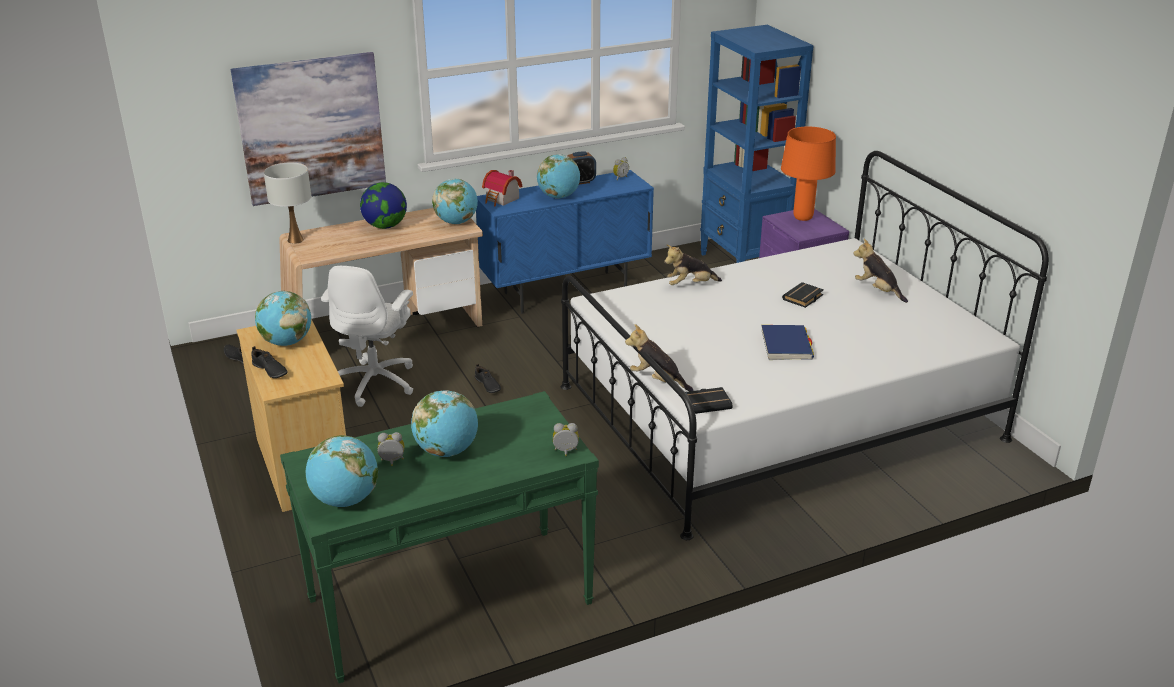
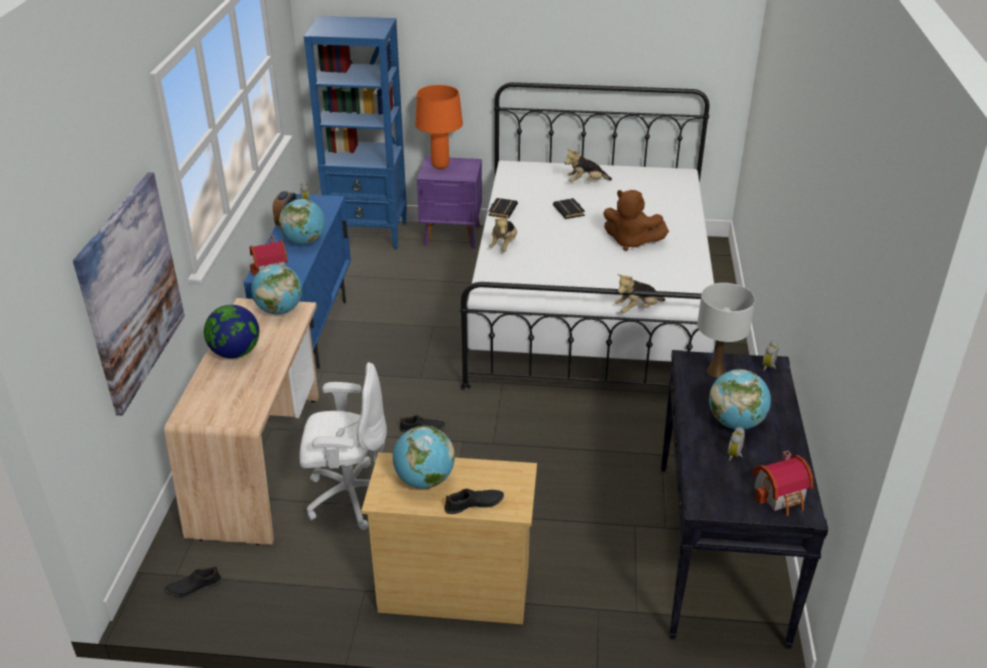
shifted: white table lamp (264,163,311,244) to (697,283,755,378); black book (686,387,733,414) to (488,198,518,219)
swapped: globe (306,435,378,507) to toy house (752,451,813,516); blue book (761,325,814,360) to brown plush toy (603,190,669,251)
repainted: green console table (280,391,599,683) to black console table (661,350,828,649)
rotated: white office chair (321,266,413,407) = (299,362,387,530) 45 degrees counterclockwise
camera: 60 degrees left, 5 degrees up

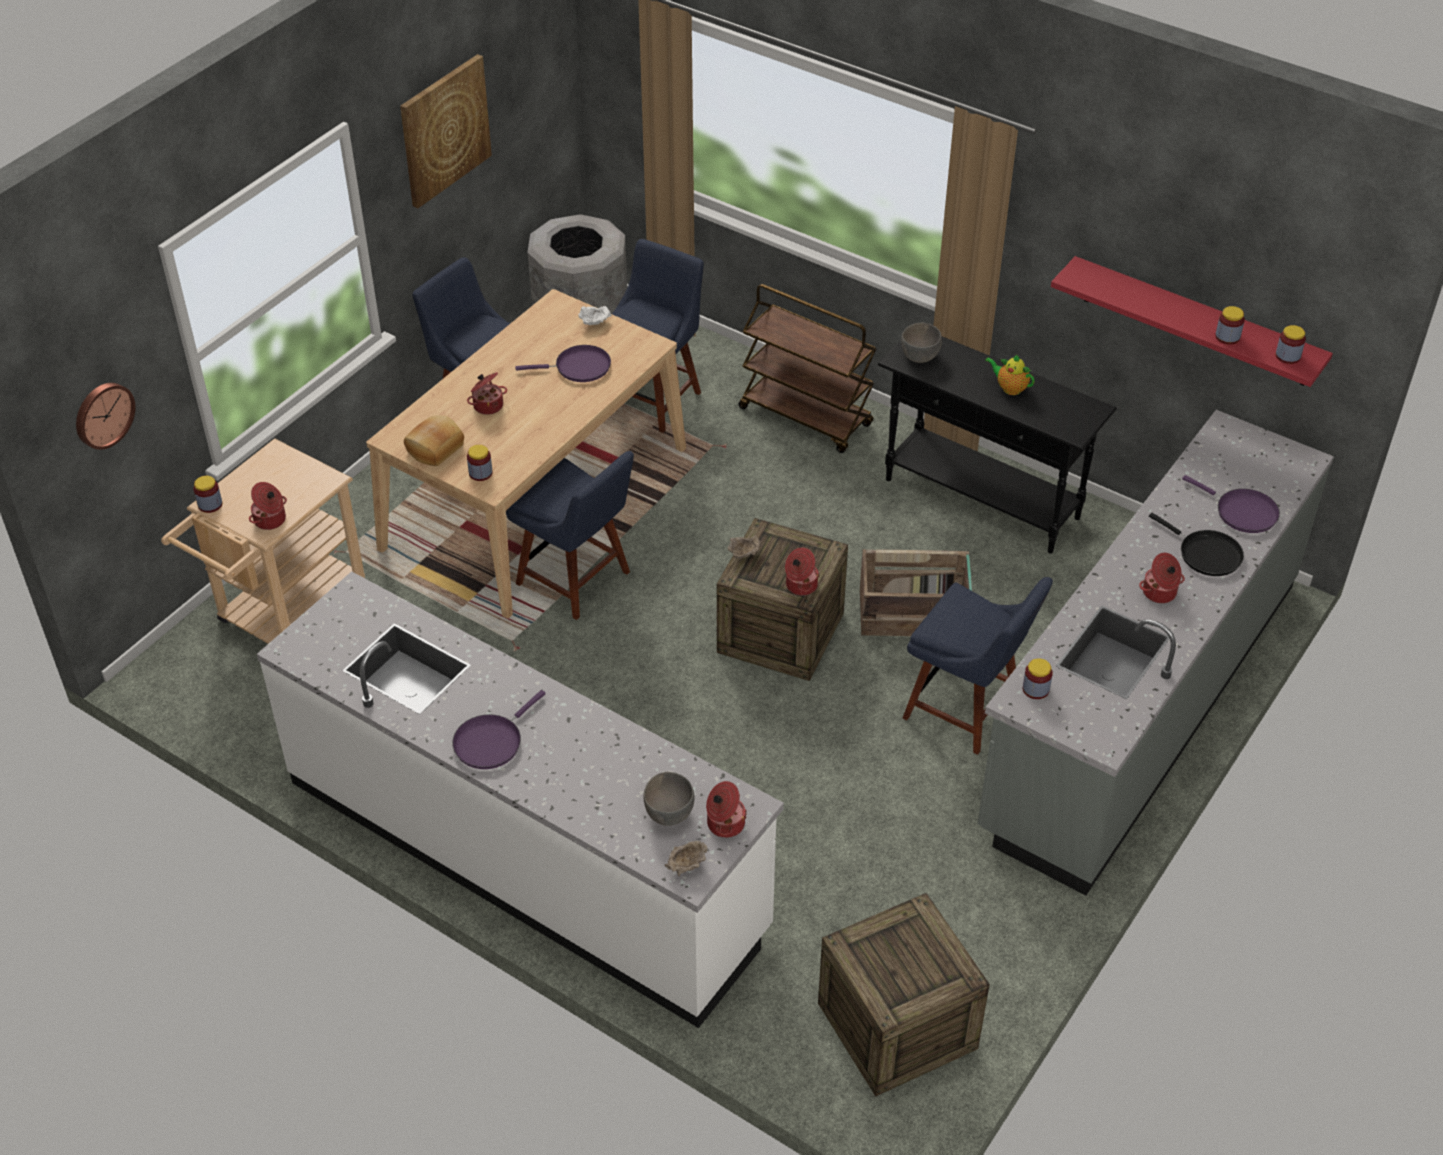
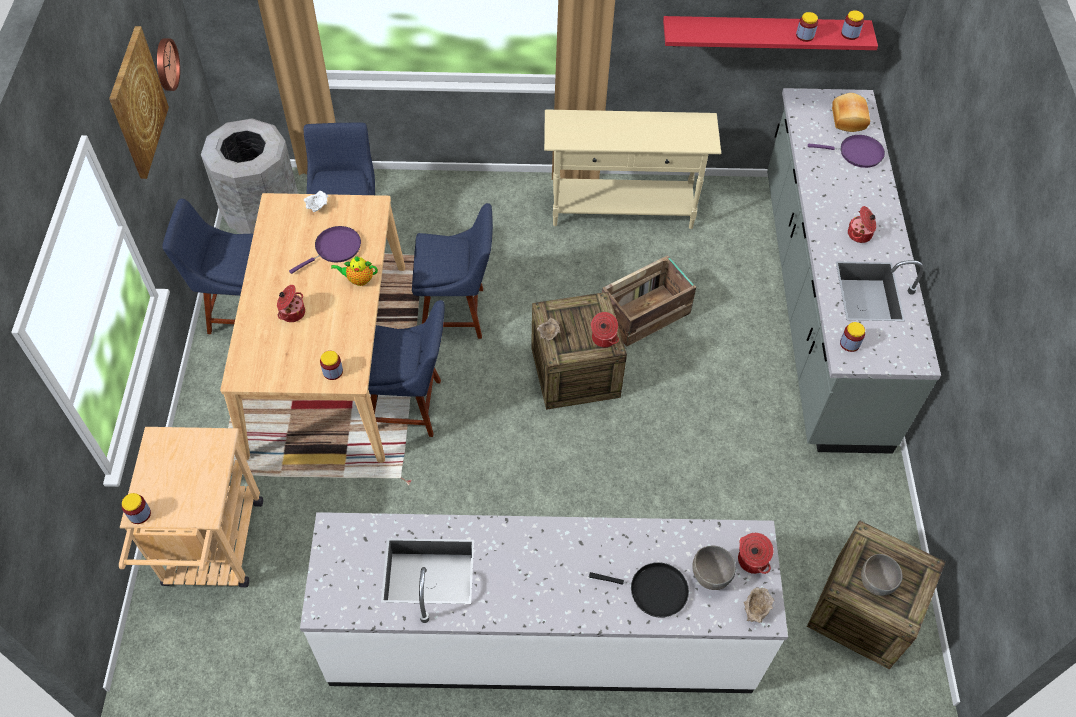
gone: cooking pot (249,482,287,530); purple frying pan (452,690,545,769); brown cart (738,284,877,453)
shifted: wall clock (76,383,135,450) to (157,38,180,91); bread (404,415,464,466) to (832,93,870,132); grey bowl (901,323,942,363) to (861,554,903,596); blue chair (903,577,1053,755) to (412,203,493,339); teapot (985,354,1035,395) to (331,256,378,286); black frying pan (1149,513,1244,576) to (589,562,689,618)
repainted: black console table (878,336,1117,553) to beige console table (544,109,721,229)
camera: 35 degrees left, 10 degrees up

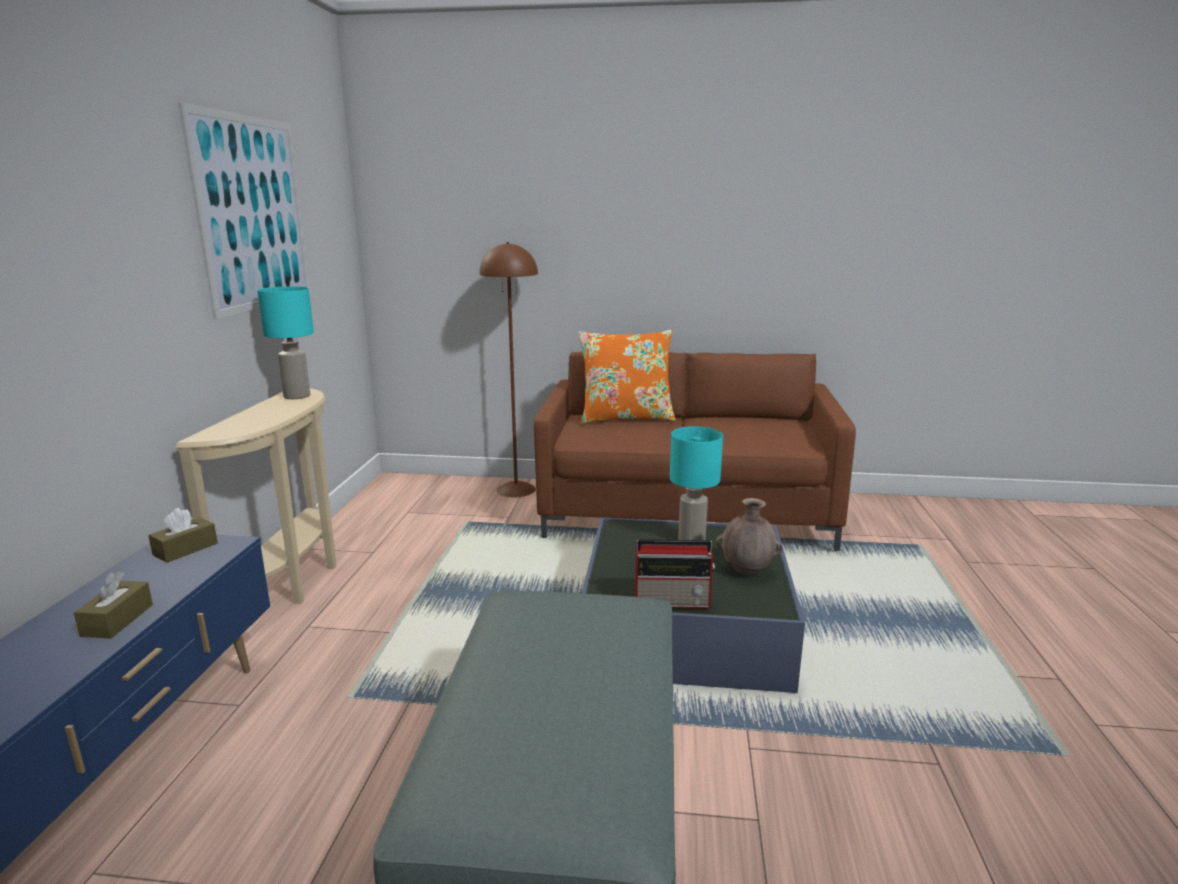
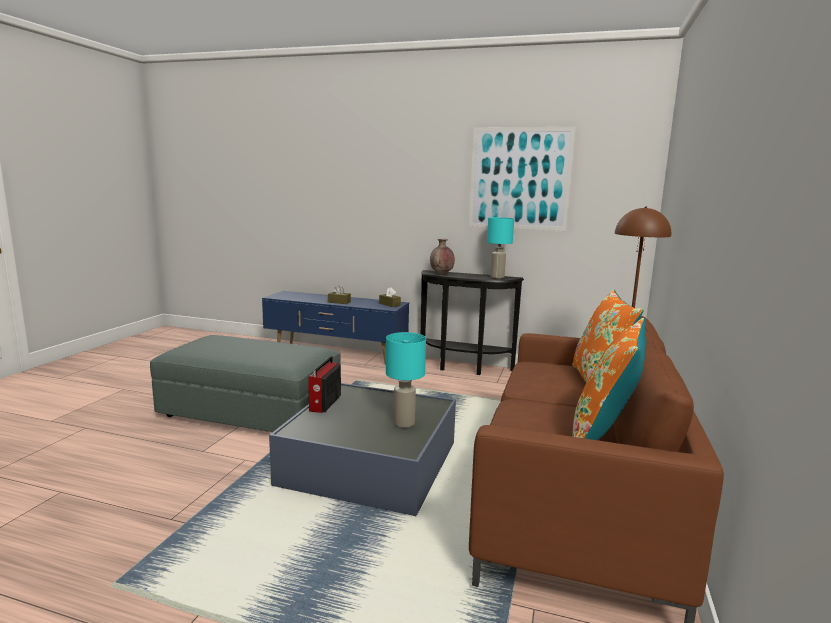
new: orange pillow (572,318,646,440)
shifted: brown vase (716,498,782,575) to (430,239,455,275)
repainted: beige console table (175,388,336,604) to black console table (421,270,524,375)
camera: 100 degrees right, 5 degrees down

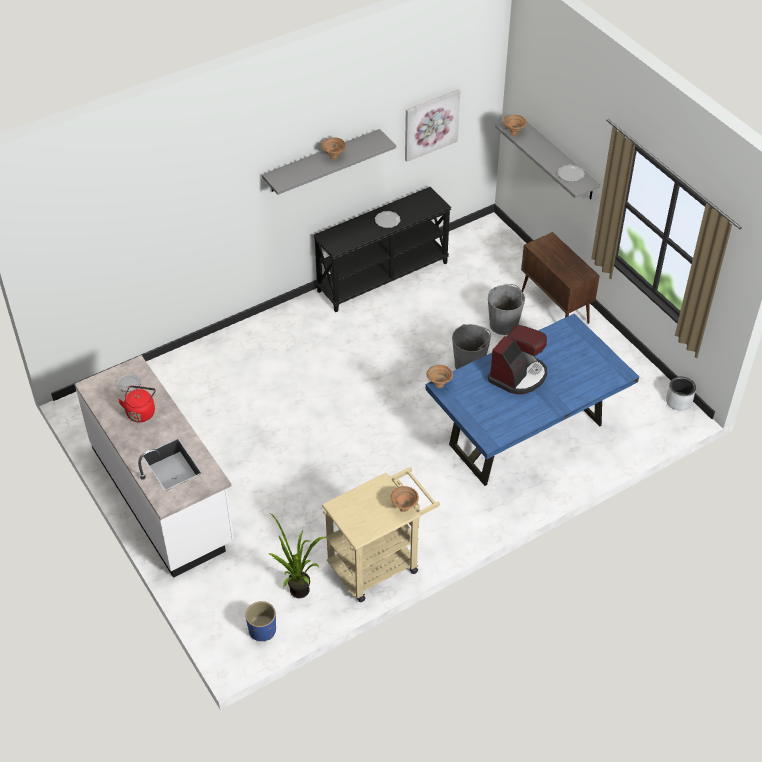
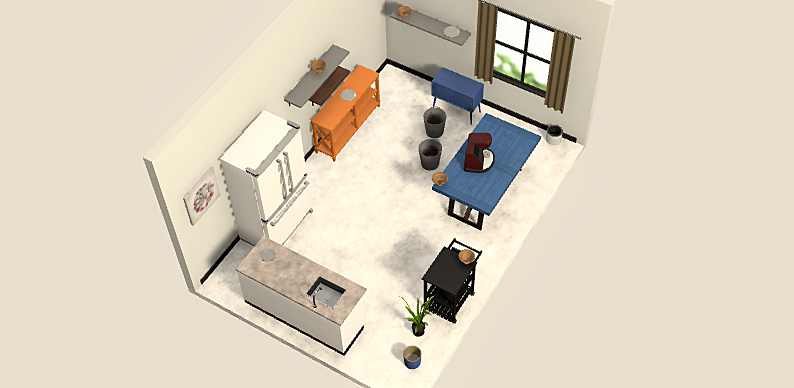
gone: red kettle (118,385,156,422)
new: white fridge (220,110,313,246); shelf (309,66,350,106)
shifted: picture (405,89,460,162) to (183,166,221,226)
repainted: black console table (314,187,451,312) to orange console table (311,65,381,162); beige cart (322,468,440,602) to black cart (421,238,482,324); brown cabinet (521,232,600,324) to blue cabinet (432,67,484,125)
camera: 25 degrees left, 5 degrees up

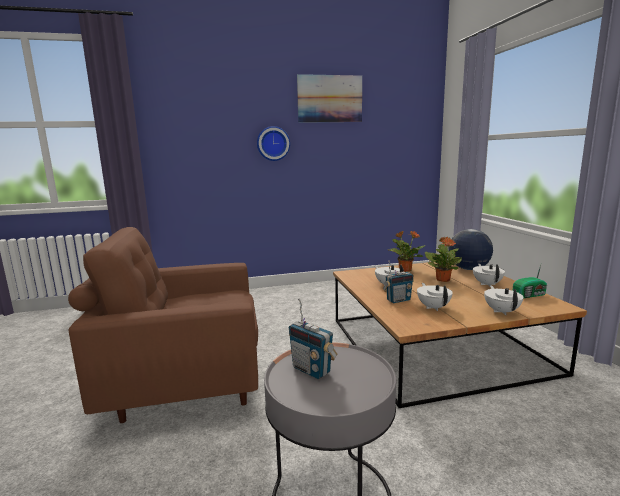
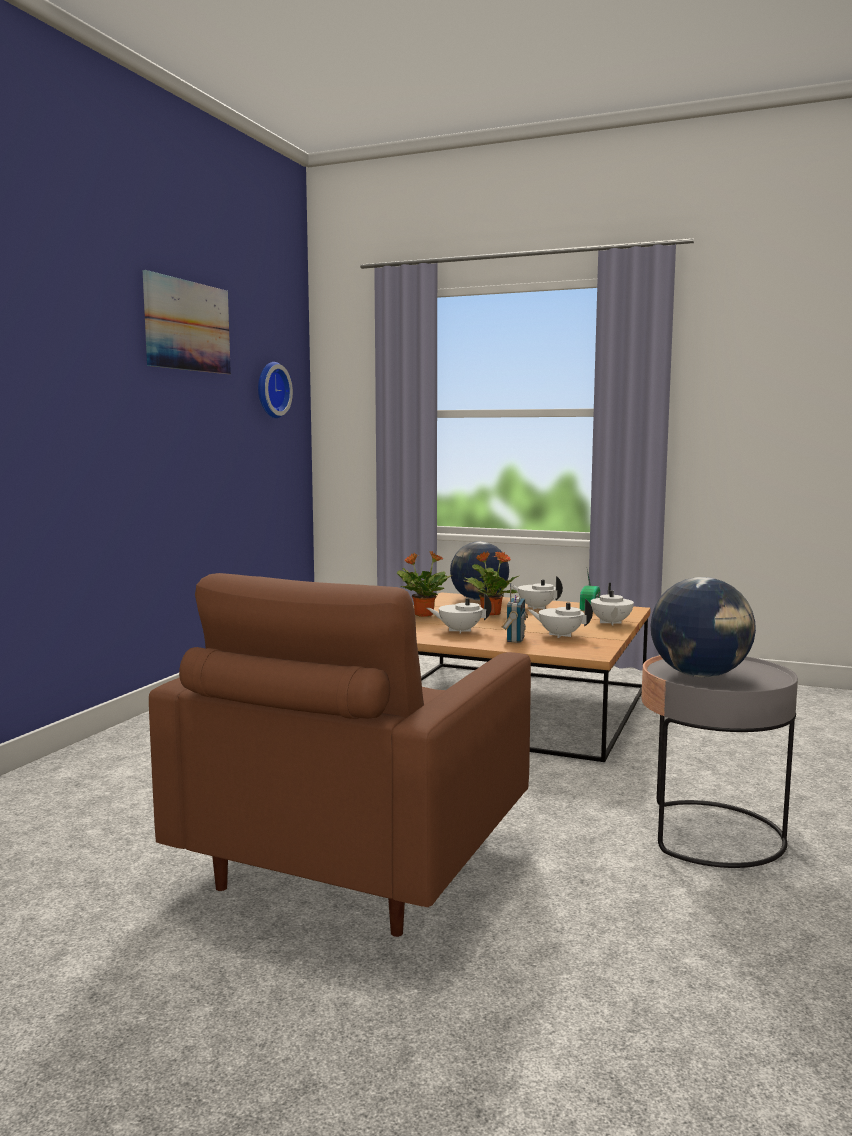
shifted: wall clock (257,126,290,161) to (258,362,293,418)
swapped: radio (289,299,338,379) to globe (651,577,756,677)
rotated: white teapot (484,285,524,315) = (591,583,634,626) 120 degrees counterclockwise
camera: 55 degrees left, 5 degrees down

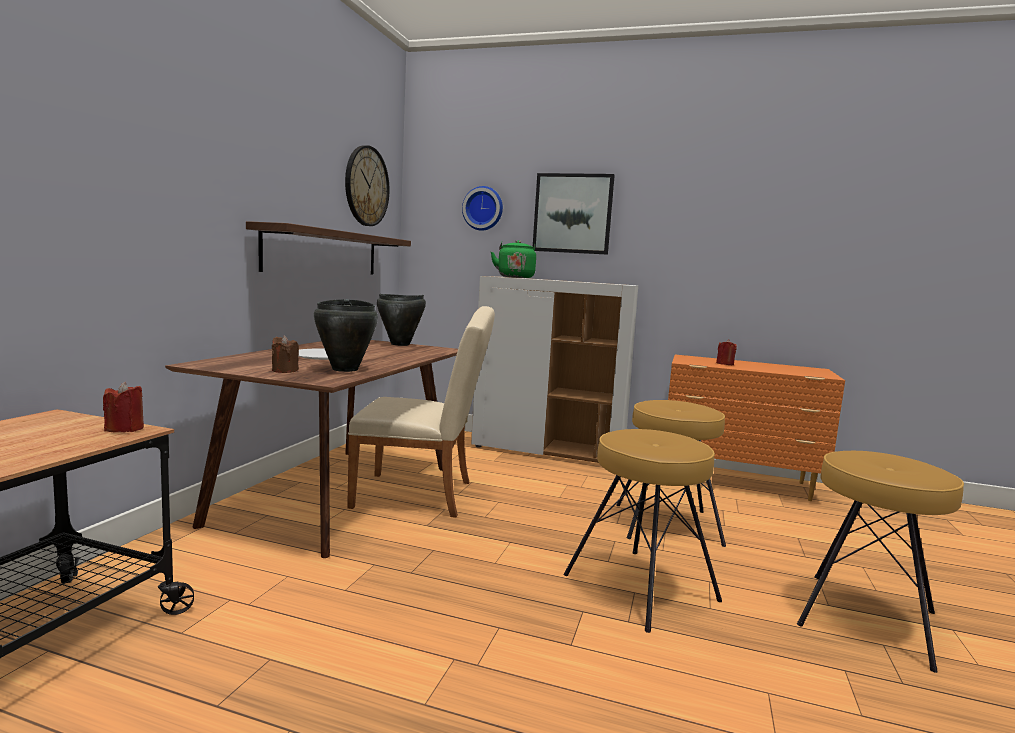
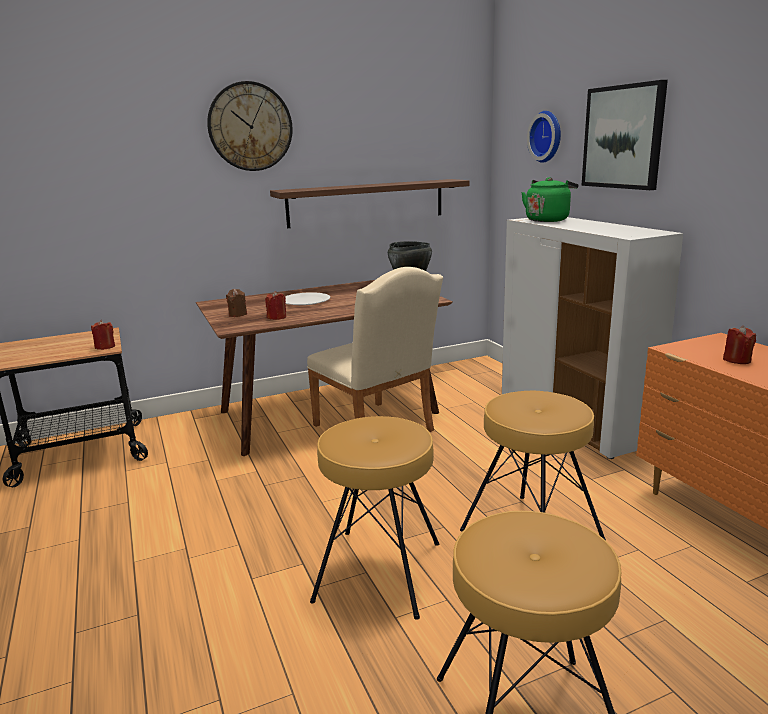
shifted: wall clock (345,145,389,226) to (207,81,293,171)
swapped: black cooking pot (314,299,378,372) to red candle (265,291,286,320)
camera: 50 degrees right, 10 degrees up

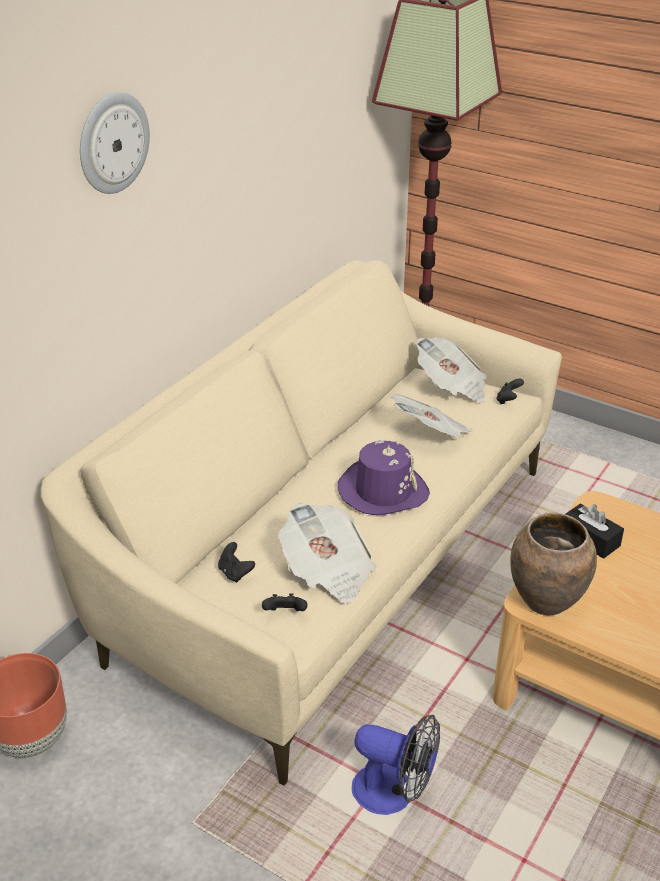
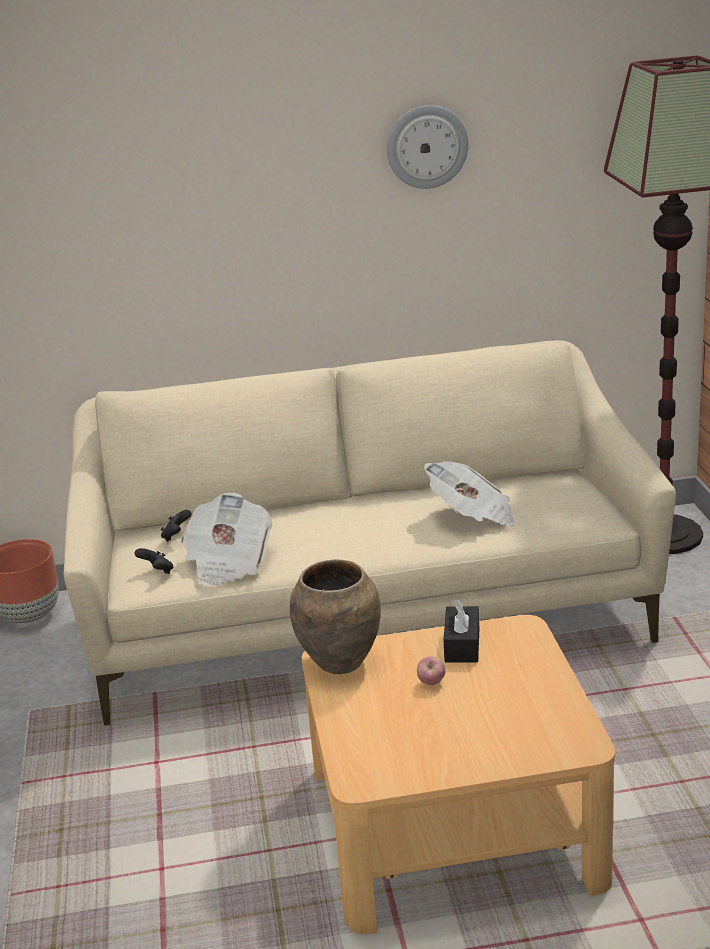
gone: purple hat (338,439,430,515); fan (352,715,440,815); newspaper (416,337,486,402); black game controller (496,379,524,404)
new: apple (417,656,445,685)
shifted: wall clock (80,92,150,194) to (387,105,469,189)
camera: 50 degrees right, 10 degrees down

